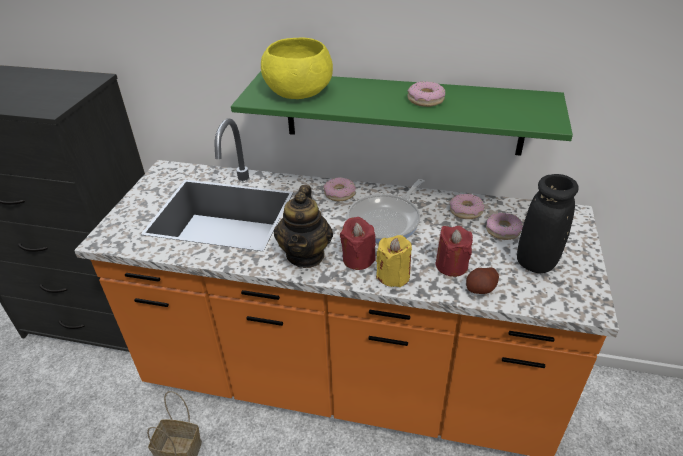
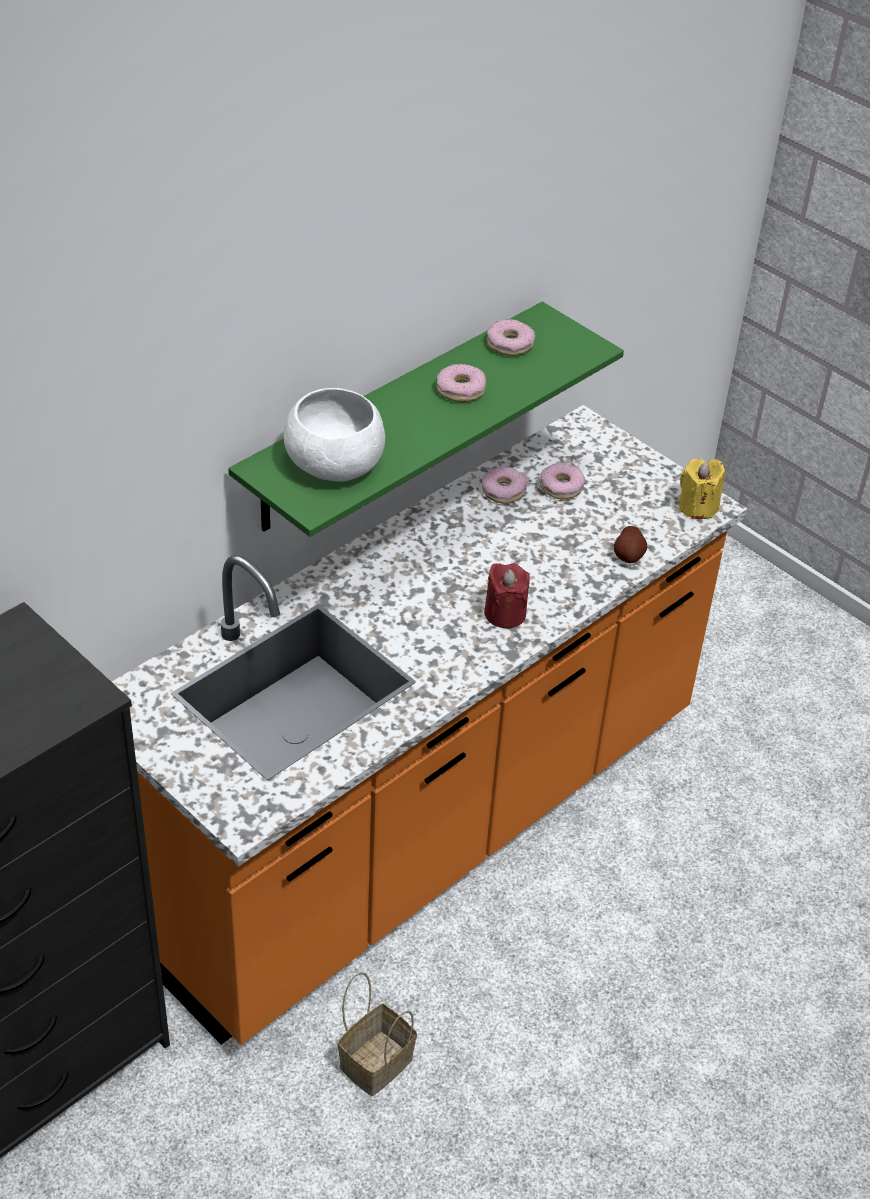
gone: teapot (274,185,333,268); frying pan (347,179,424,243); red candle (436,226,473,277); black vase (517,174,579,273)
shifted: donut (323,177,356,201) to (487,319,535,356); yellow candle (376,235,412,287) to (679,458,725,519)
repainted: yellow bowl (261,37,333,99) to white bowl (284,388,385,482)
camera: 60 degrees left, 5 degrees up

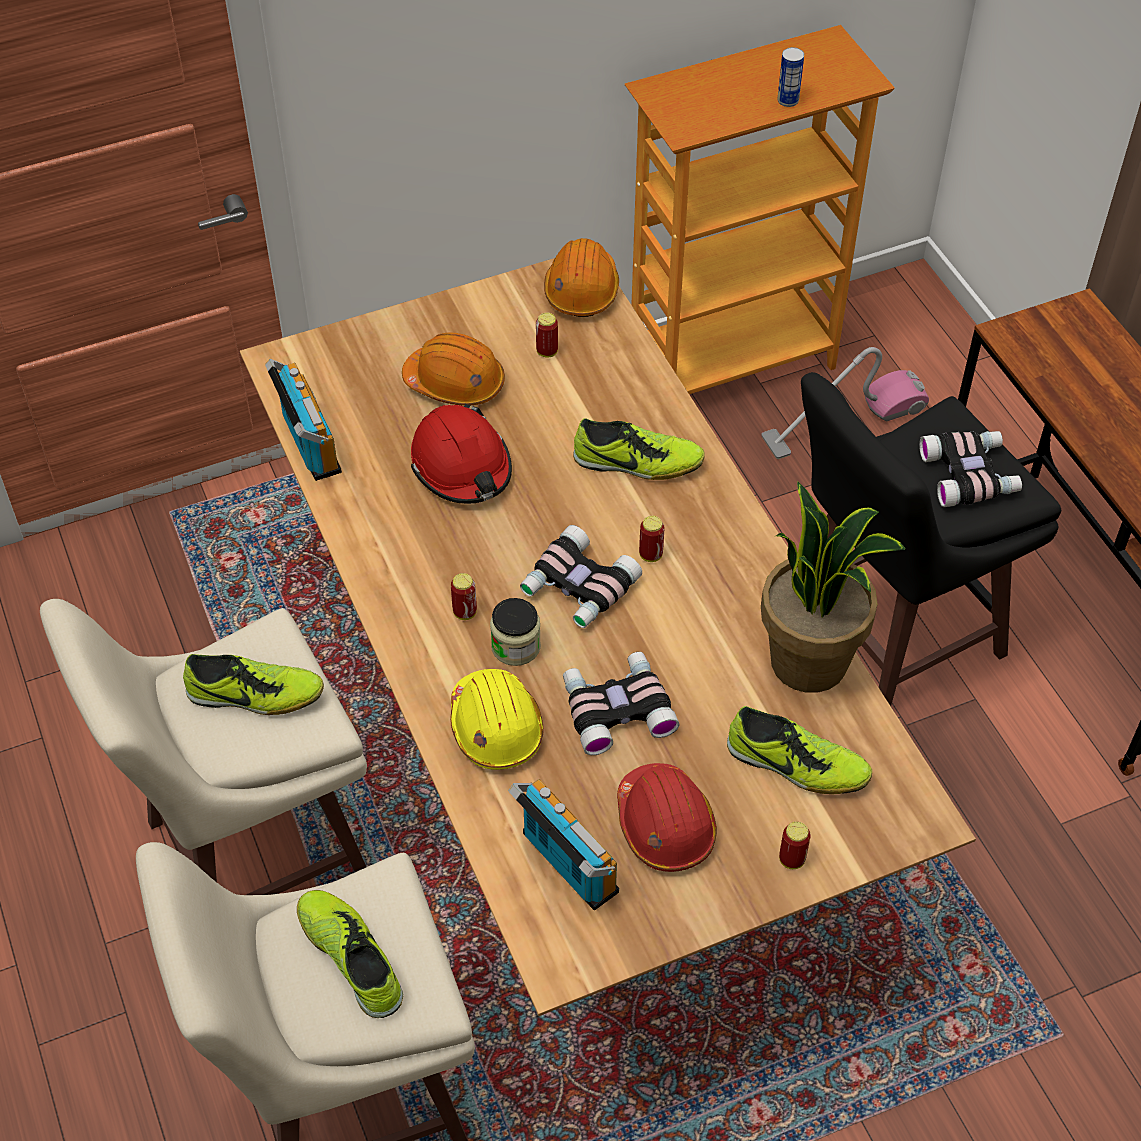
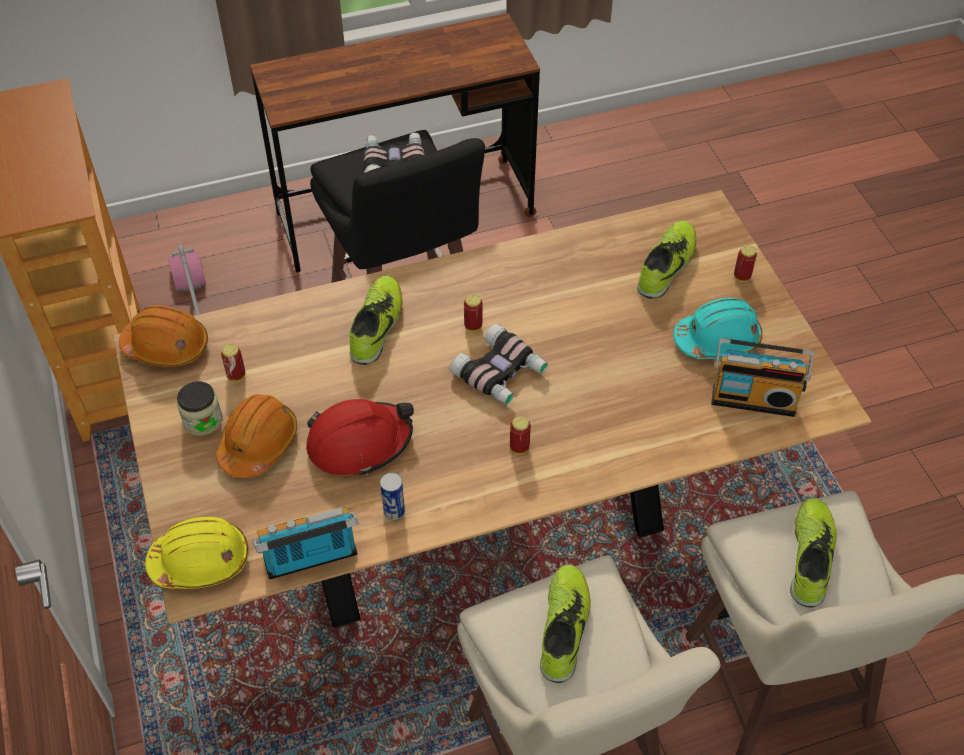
gone: binoculars (563,652,679,755); potted plant (761,482,905,693)
shifted: yellow hard hat (450,669,544,770) to (145,517,249,589); jar (490,598,541,666) to (177,381,223,436); can (777,47,804,107) to (380,473,405,521)
repainted: red hard hat (617,763,717,872) to turquoise hard hat (673,297,763,359)
rotated: shoe (297,890,403,1018) = (790,498,837,608) 135 degrees clockwise; radio (508,779,619,910) = (711,338,814,417) 135 degrees counterclockwise
camera: 85 degrees left, 0 degrees up

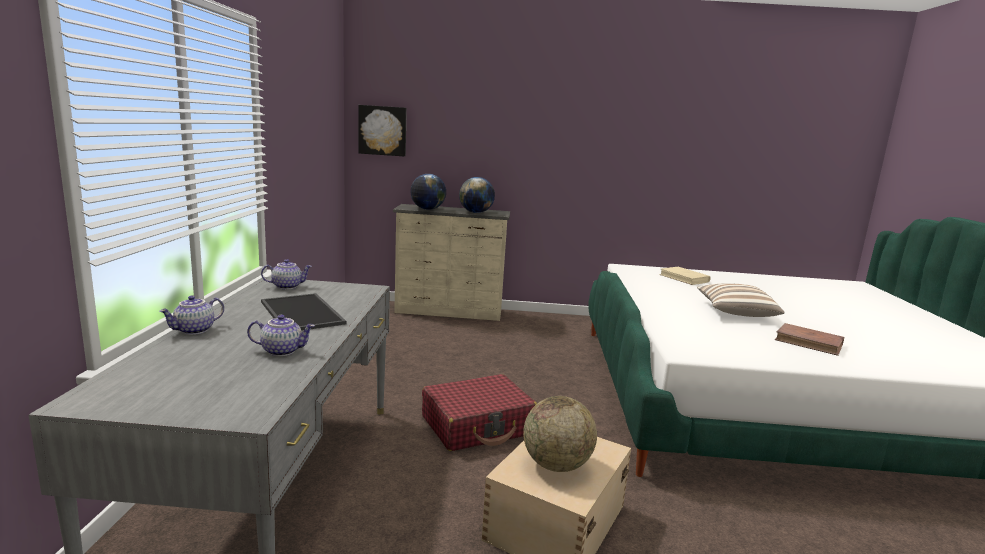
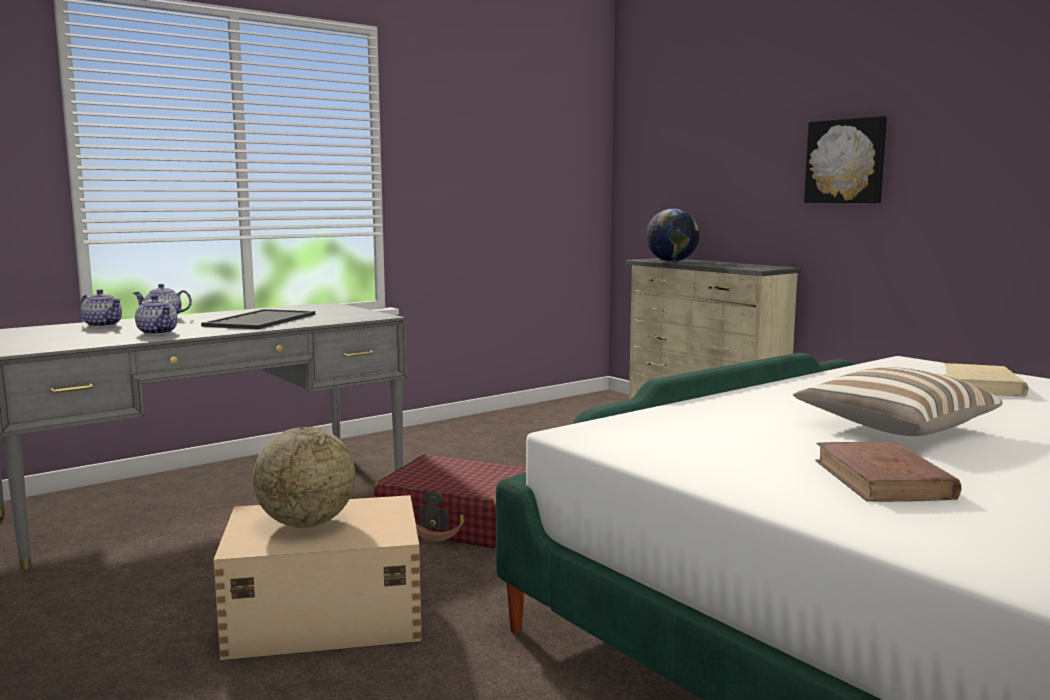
gone: globe (459,177,495,213)
shifted: teapot (261,259,312,289) to (81,289,122,327); picture (358,105,407,156) to (804,116,887,203)
camera: 50 degrees right, 5 degrees down

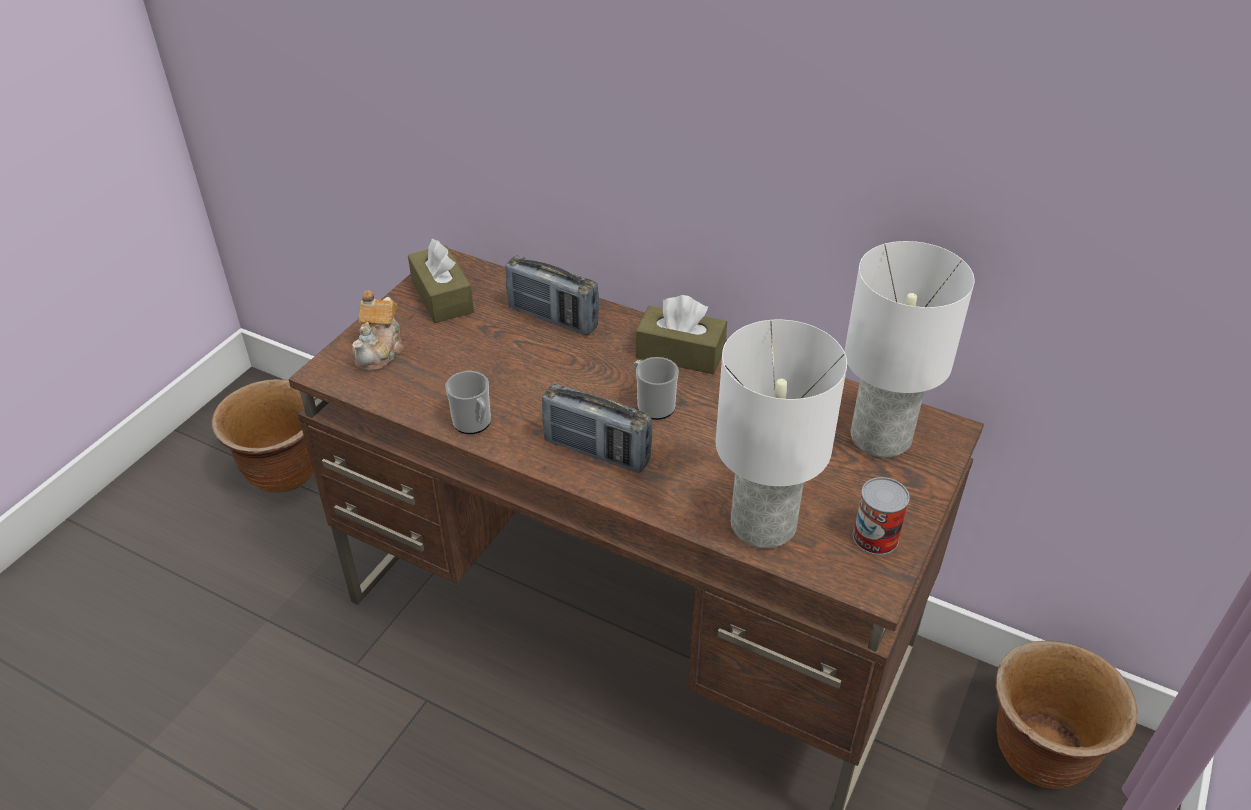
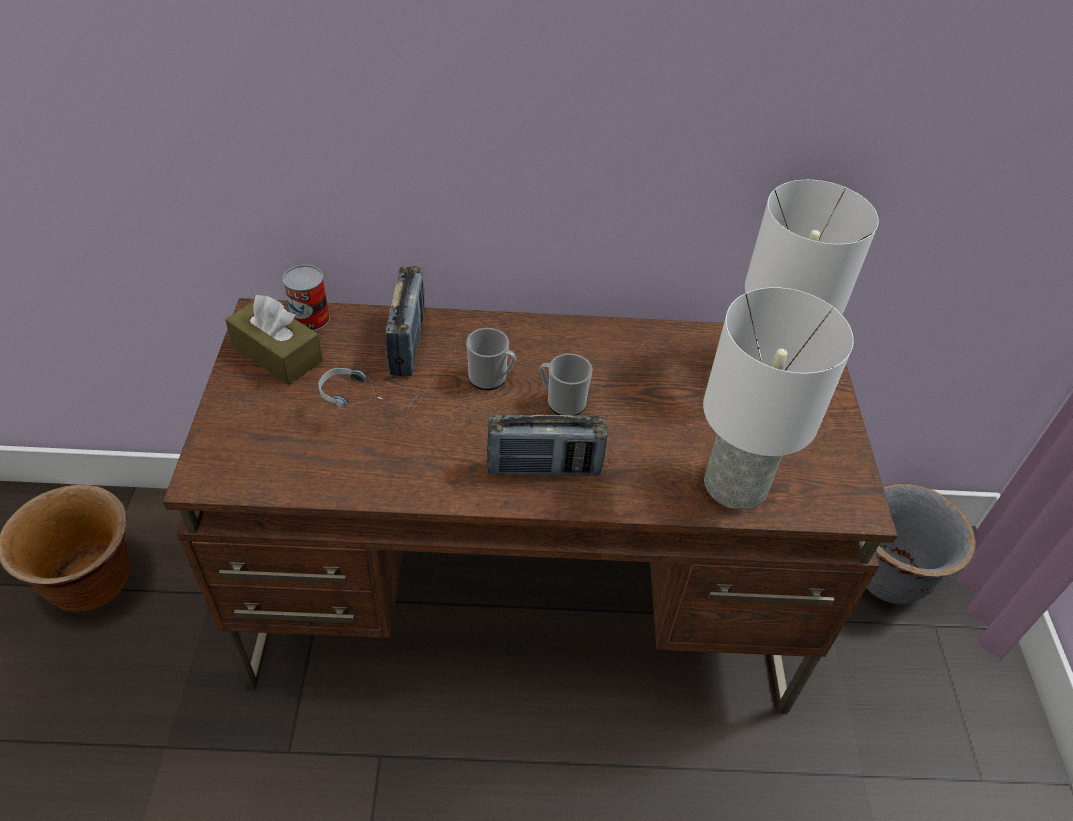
gone: teapot (352,290,404,371); brown tissue box (636,295,727,375)
new: headphones (318,368,438,434)
shifted: mug (445,371,491,434) to (466,328,516,390); can (853,477,910,555) to (282,265,330,331)
repainted: brown planter (995,641,1137,789) to grey planter (867,483,976,604)
rotated: radio (505,255,599,335) = (386,266,425,376) 90 degrees counterclockwise
camera: 30 degrees left, 5 degrees up

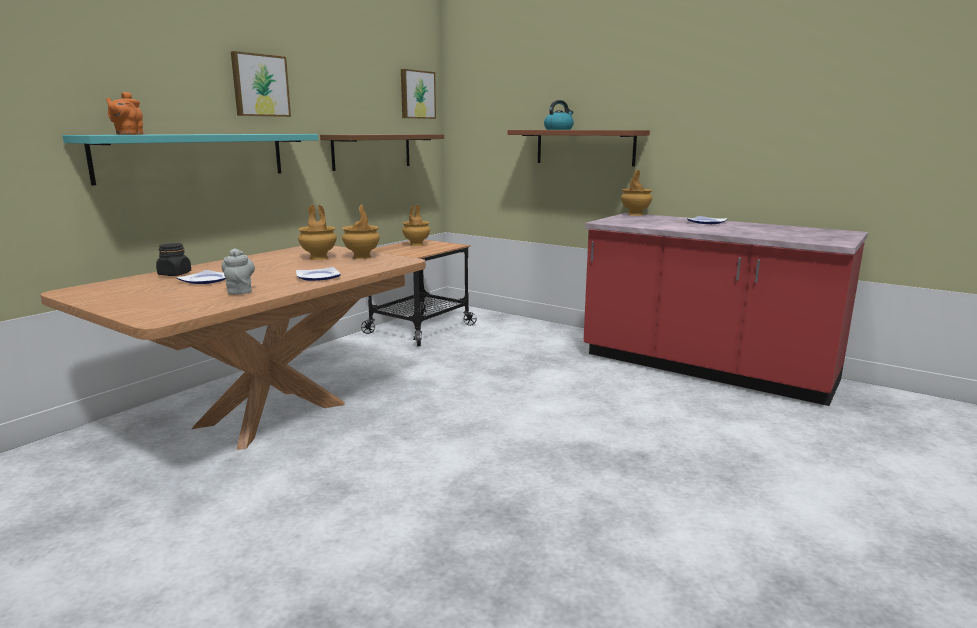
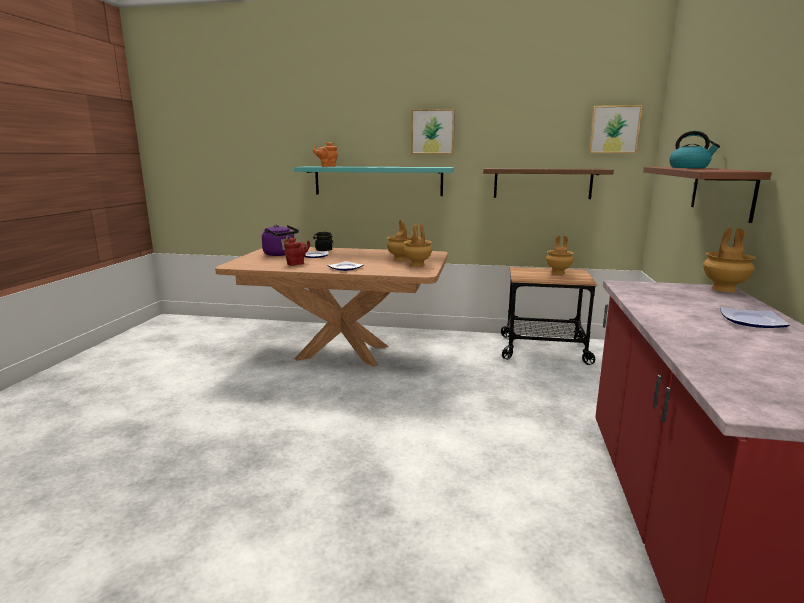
new: purple kettle (262,225,299,256)
repainted: grey teapot (221,248,255,295) to red teapot (284,238,310,266)
camera: 65 degrees right, 0 degrees up

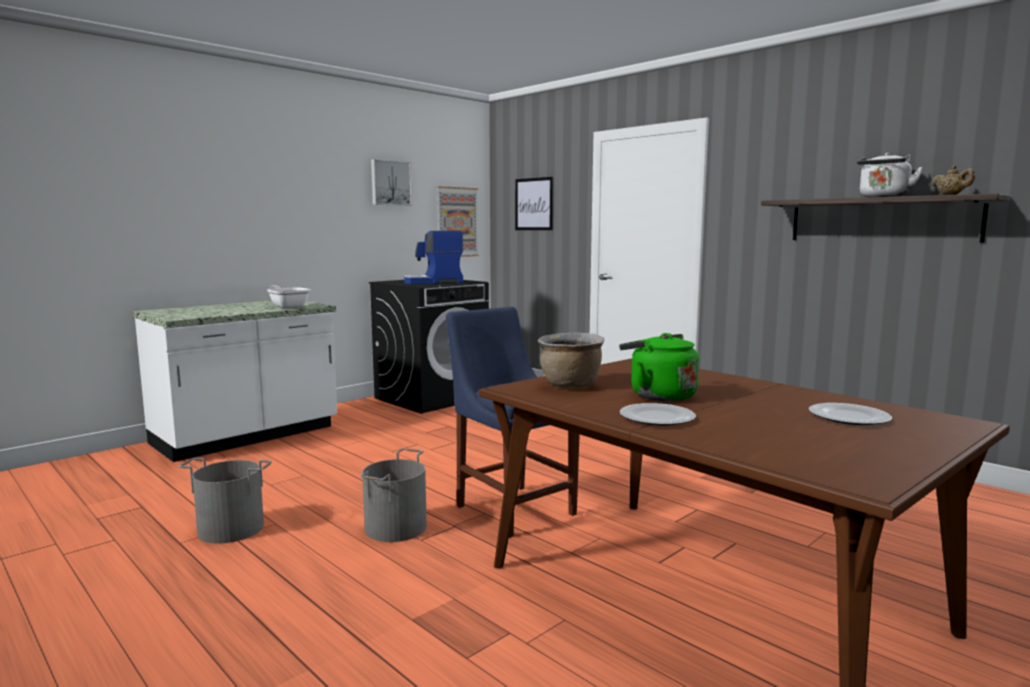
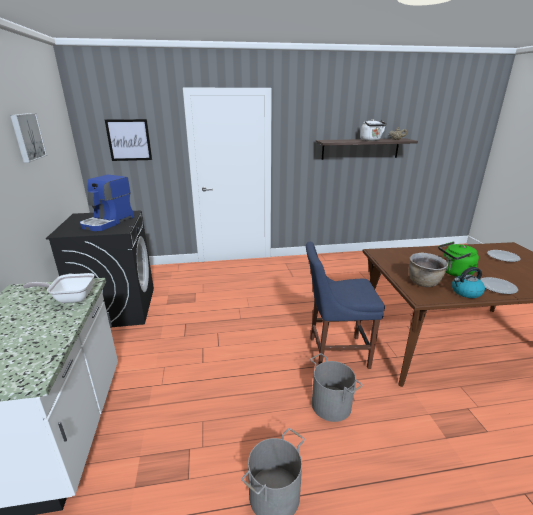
gone: picture (437,186,479,257)
new: kettle (452,267,485,298)
camera: 55 degrees left, 15 degrees up

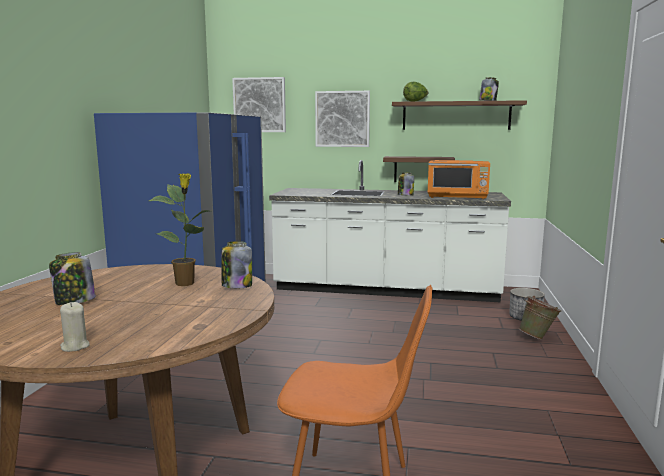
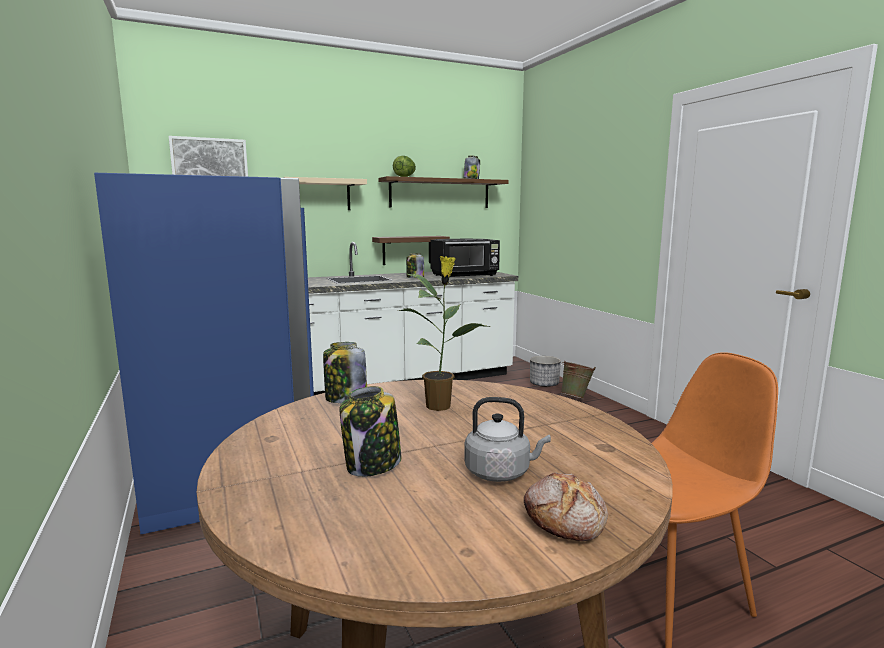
new: grey kettle (464,397,551,482)
shifted: jar (221,241,252,288) to (323,342,367,403)
swapped: beige candle (60,302,90,352) to bread (524,473,608,541); picture (315,91,370,147) to beige shelf (283,177,367,210)
repainted: orange microwave (428,160,490,199) to black microwave (430,238,500,277)
camera: 35 degrees left, 0 degrees up

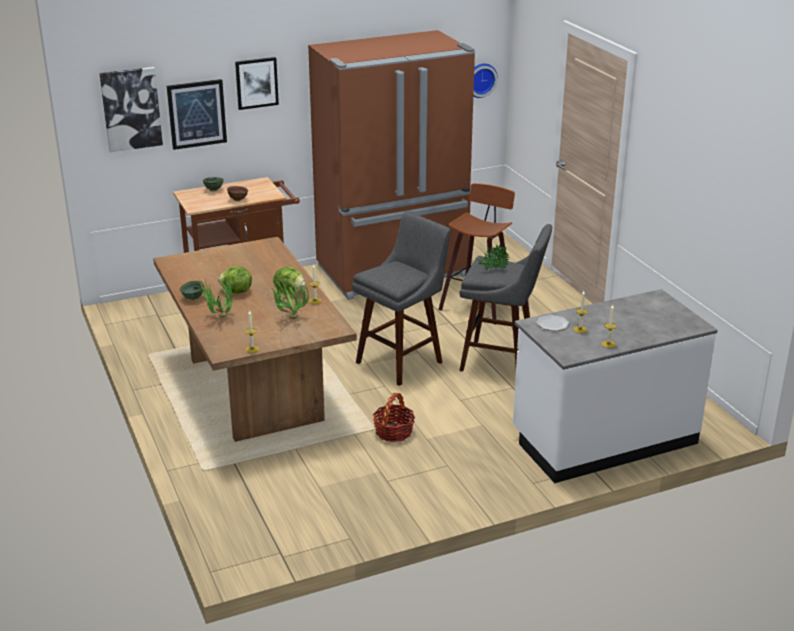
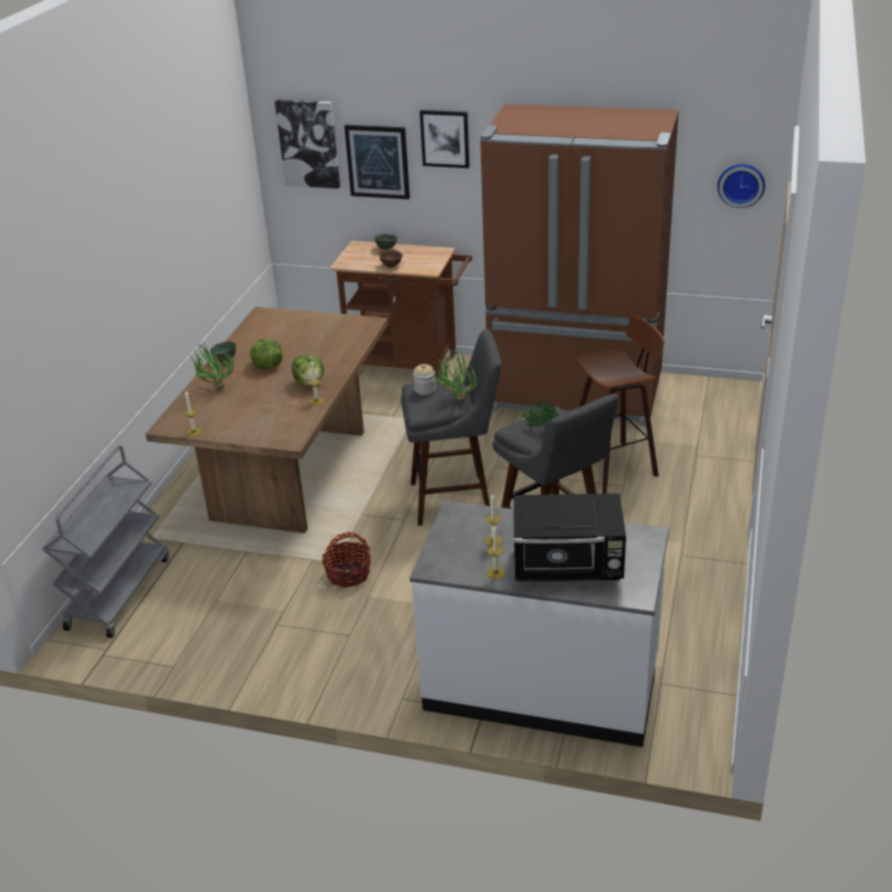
gone: plate (536,315,569,331)
new: grey cart (42,445,169,638); jar (413,364,436,395); black microwave (513,493,626,581)
shifted: potted plant (272,277,309,319) to (433,351,477,401)
camera: 40 degrees right, 5 degrees up

